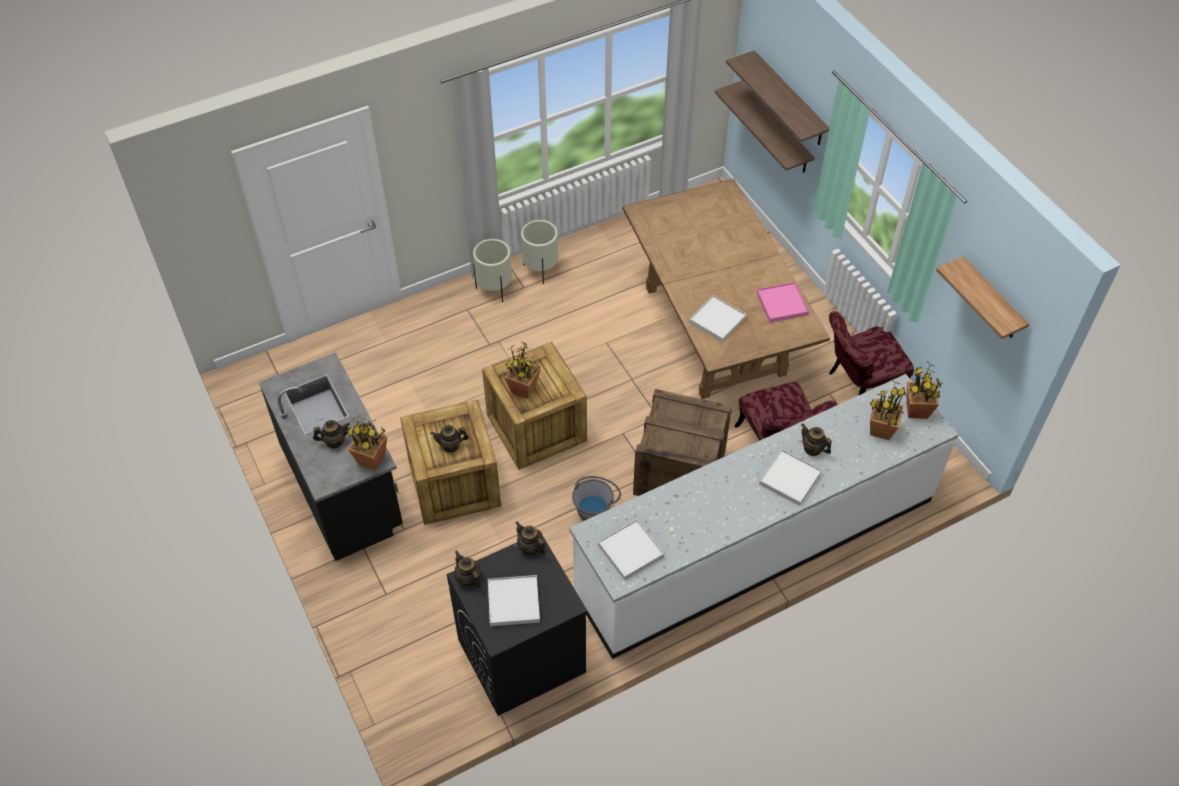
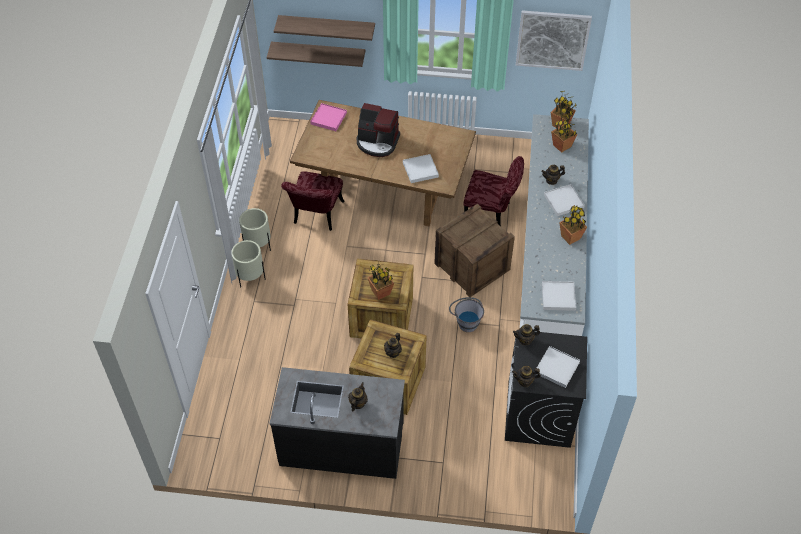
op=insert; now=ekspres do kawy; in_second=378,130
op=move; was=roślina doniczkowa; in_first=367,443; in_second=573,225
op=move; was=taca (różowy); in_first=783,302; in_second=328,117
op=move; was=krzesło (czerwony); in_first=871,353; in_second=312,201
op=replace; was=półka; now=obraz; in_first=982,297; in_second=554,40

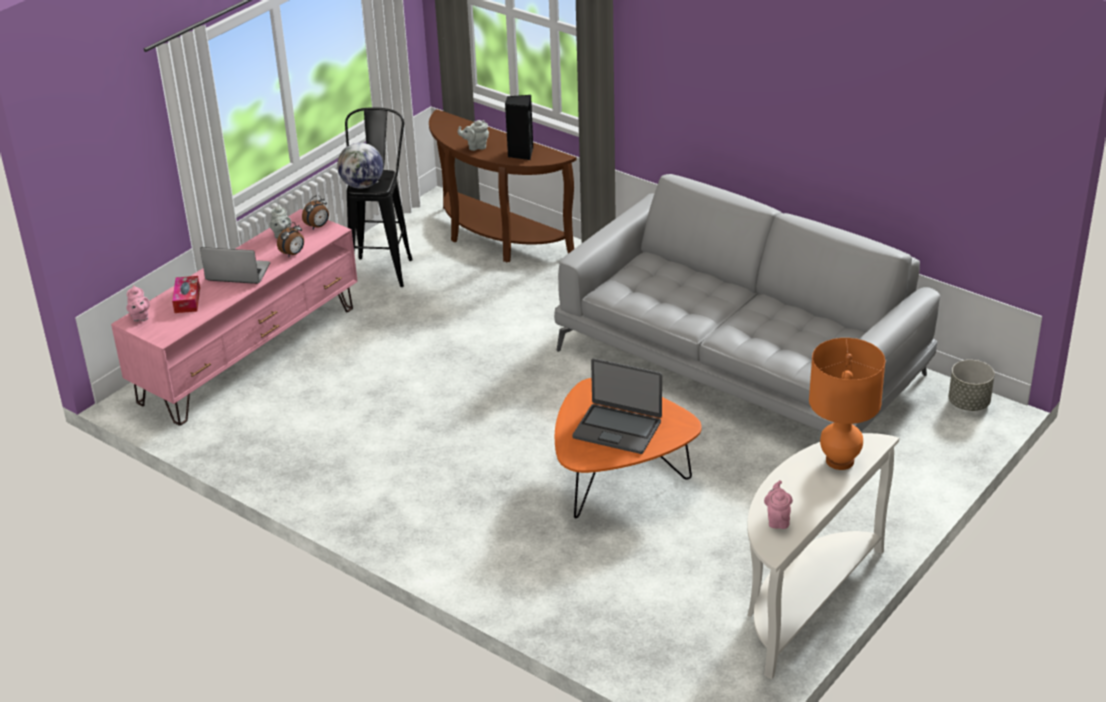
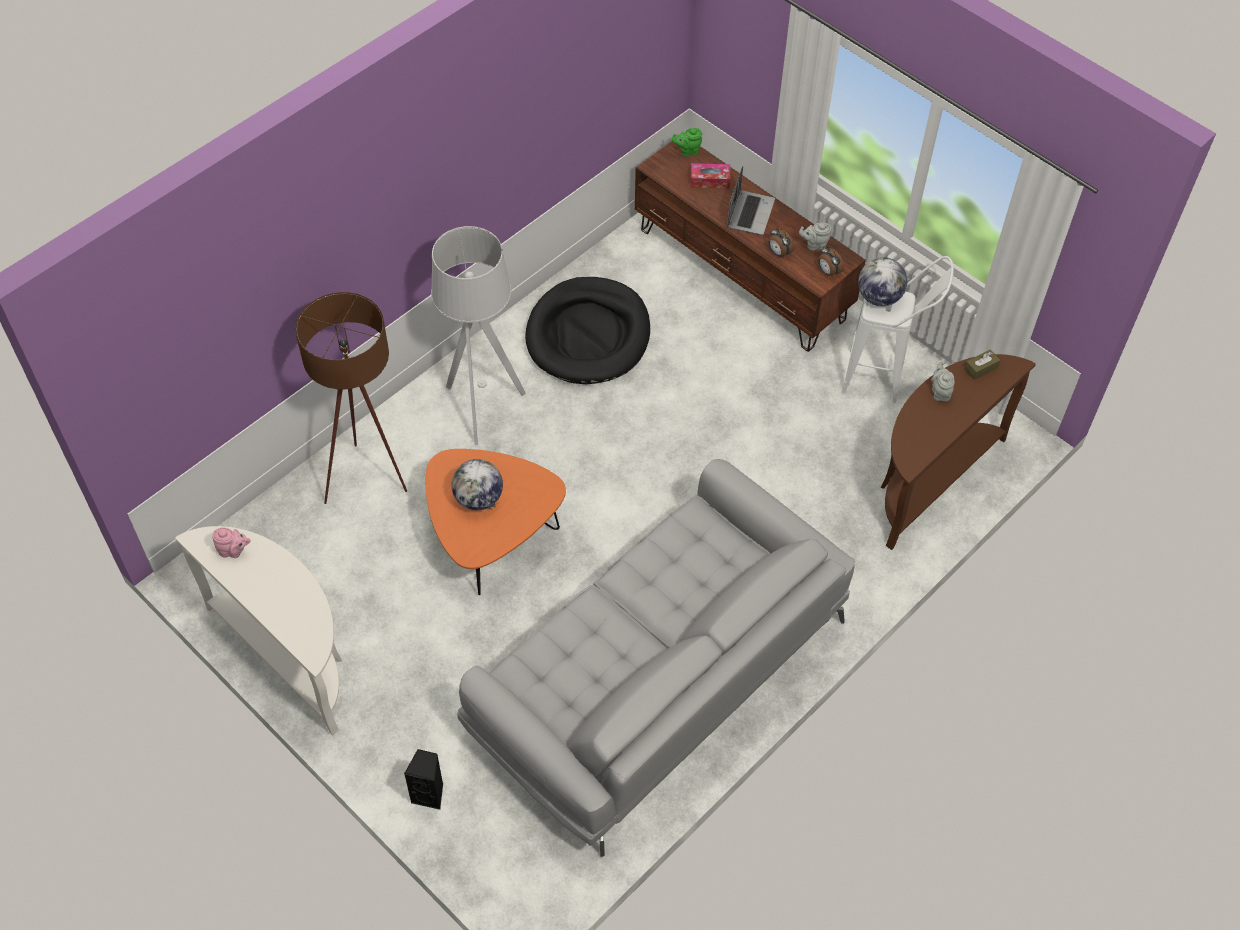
op=delete; was=lampa stołowa (pomarańczowy); in_first=847,404
op=delete; was=donica (szary); in_first=972,385
op=insert; now=lampa stojąca (brązowy); in_second=351,398
op=insert; now=lampa stojąca (szary); in_second=478,335
op=insert; now=legowisko (czarny); in_second=587,330
op=insert; now=pudełko chusteczek (brązowy); in_second=982,364
op=move; was=głośnik (czarny); in_first=519,127; in_second=423,779
op=replace; was=laptop; now=globus; in_first=617,406; in_second=477,484
op=recolor; was=szafka pod telewizor (różowy); now=szafka pod telewizor (brązowy); in_first=234,317; in_second=750,246
op=recolor; was=imbryk (różowy); now=imbryk (zielony); in_first=138,303; in_second=687,142
op=recolor; was=stołek (czarny); now=stołek (biały); in_first=379,197; in_second=898,329

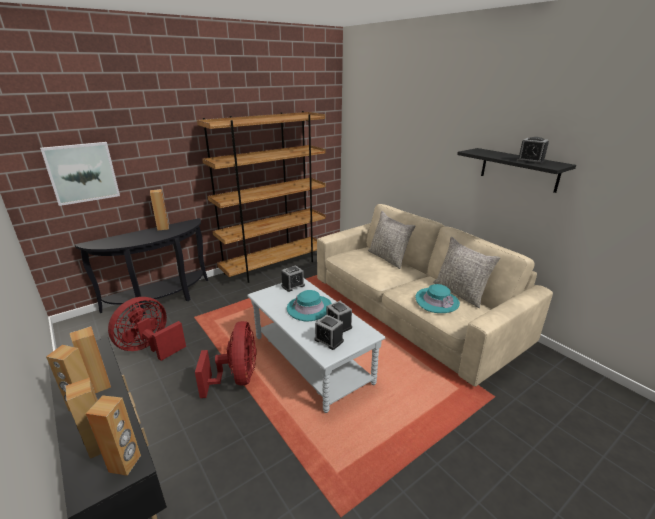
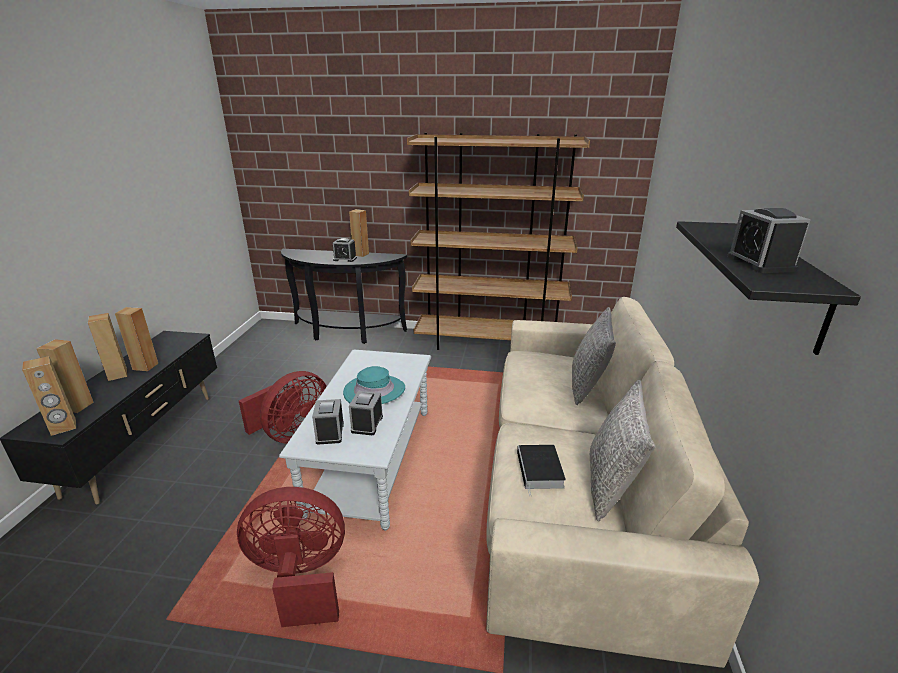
op=delete; was=obraz; in_first=80,174
op=move; was=wentylator (czerwony); in_first=147,329; in_second=291,557
op=move; was=budzik; in_first=293,278; in_second=345,250
op=replace; was=kapelusz (turkusowy); now=książka; in_first=437,298; in_second=541,471

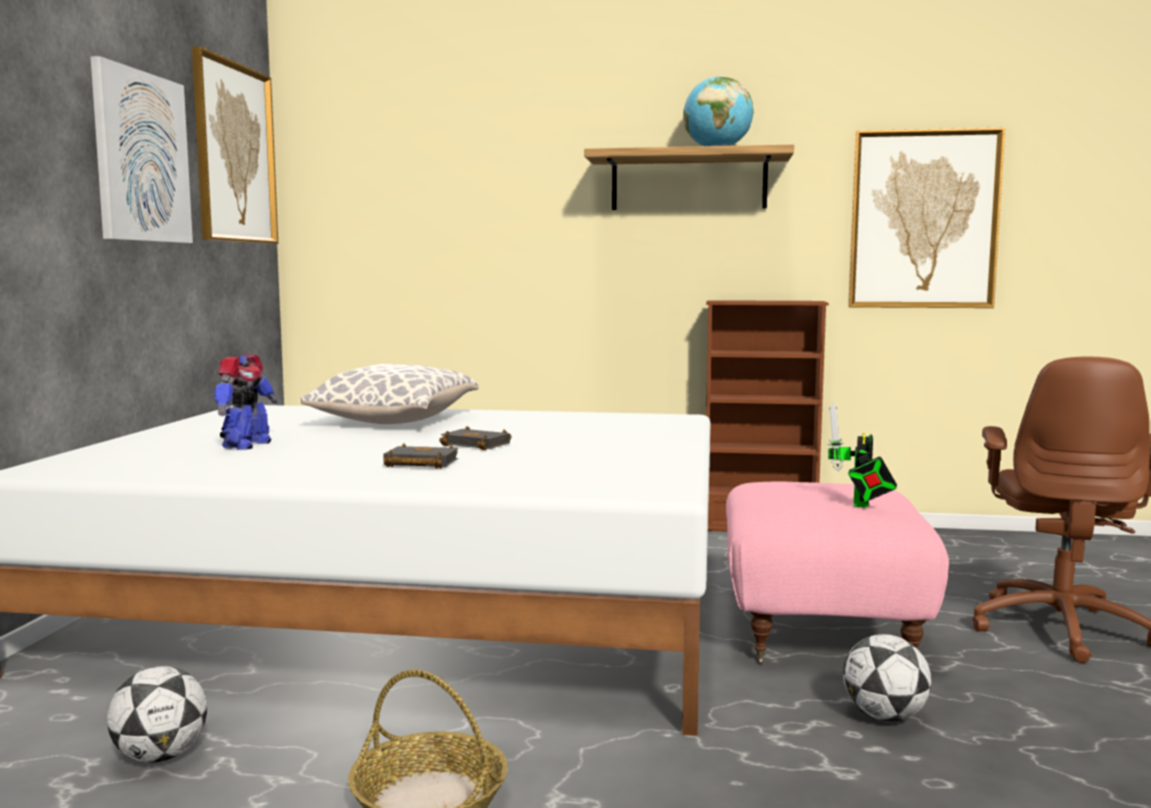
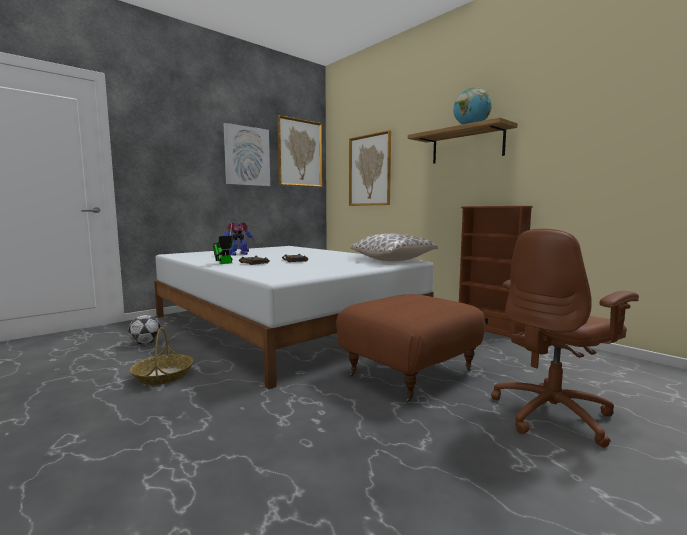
op=delete; was=piłka futbolowa; in_first=887,678
op=move; was=poduszka; in_first=389,394; in_second=394,247
op=move; was=robot zabawkowy; in_first=862,455; in_second=223,244
op=move; was=obraz; in_first=926,217; in_second=370,168
op=recolor; was=pufa (różowy); now=pufa (brązowy); in_first=837,573; in_second=410,348

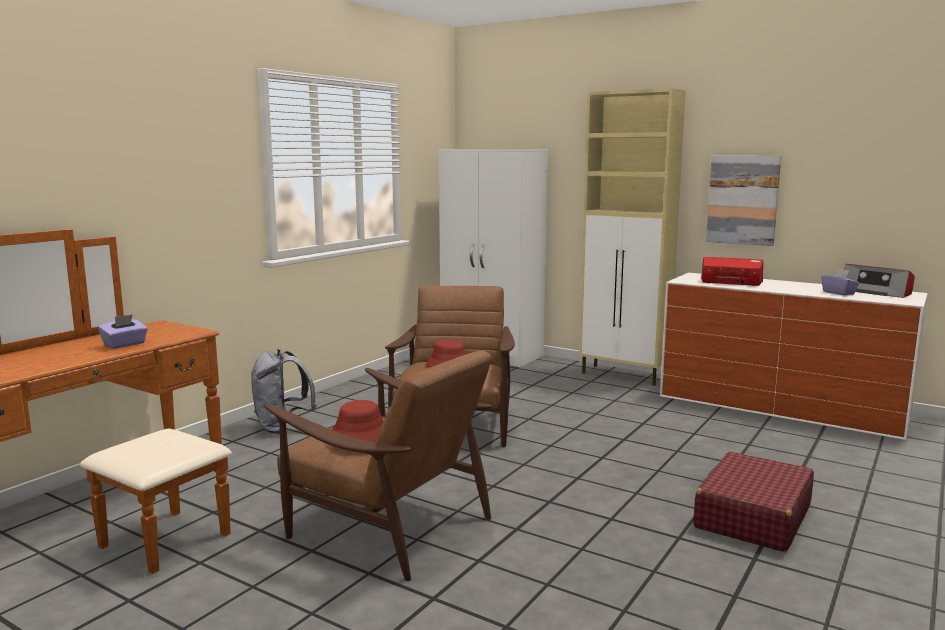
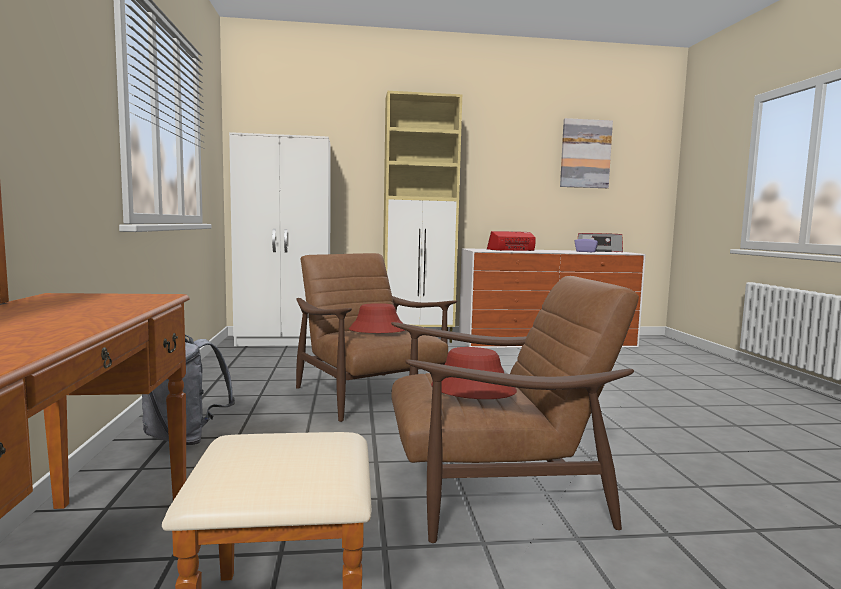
op=delete; was=pudełko chusteczek (fioletowy); in_first=123,331
op=delete; was=walizka (czerwony); in_first=754,502
op=move; was=obraz; in_first=743,200; in_second=586,153

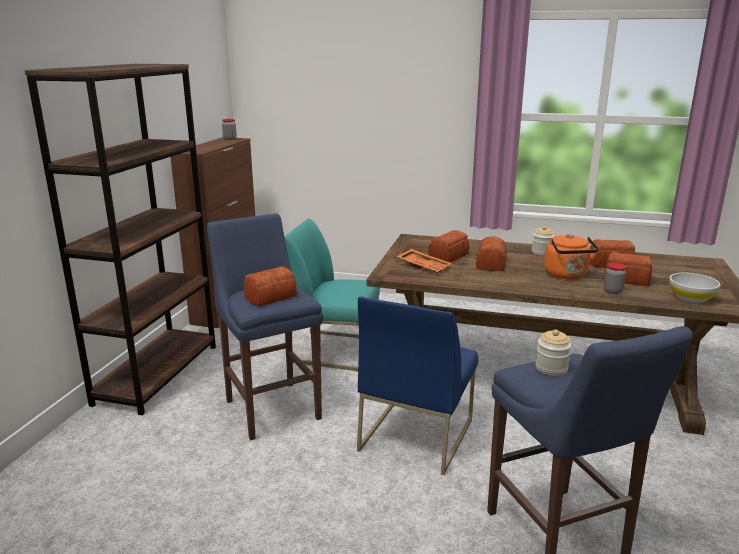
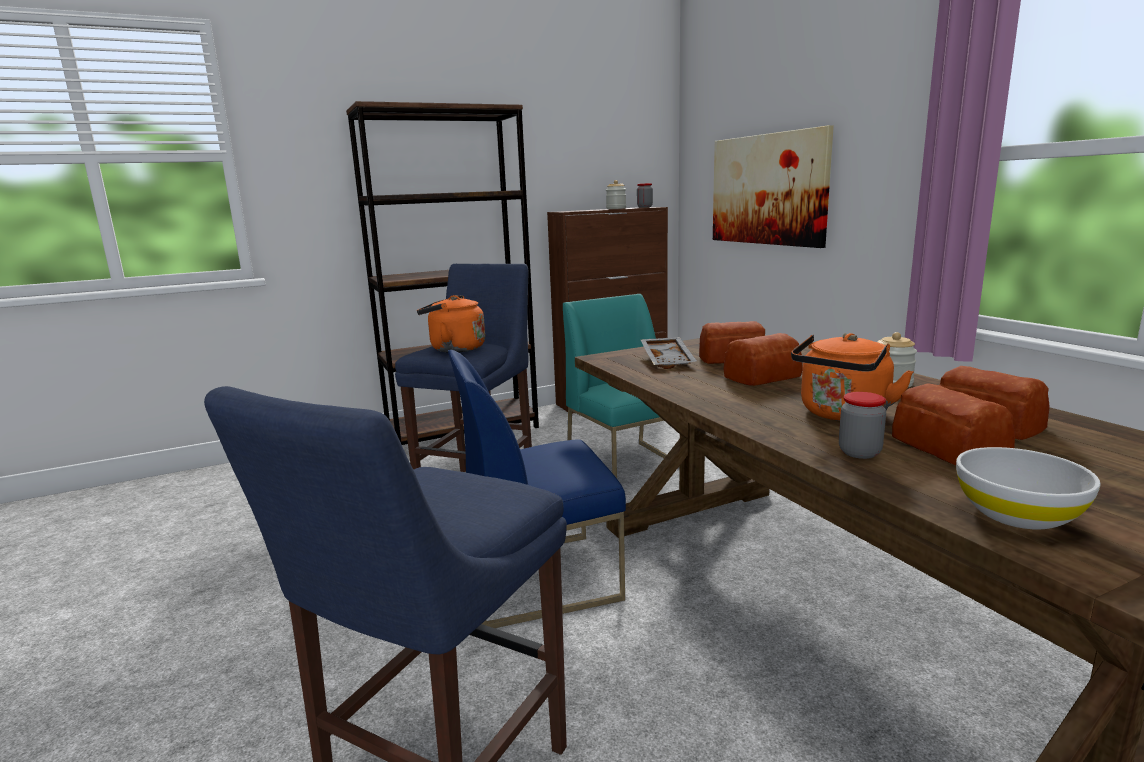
op=insert; now=obraz; in_second=773,186
op=move; was=słoik; in_first=553,352; in_second=616,194
op=replace; was=chleb; now=czajnik (pomarańczowy); in_first=270,286; in_second=451,323
op=recolor; was=taca (pomarańczowy); now=taca (szary); in_first=424,261; in_second=669,353

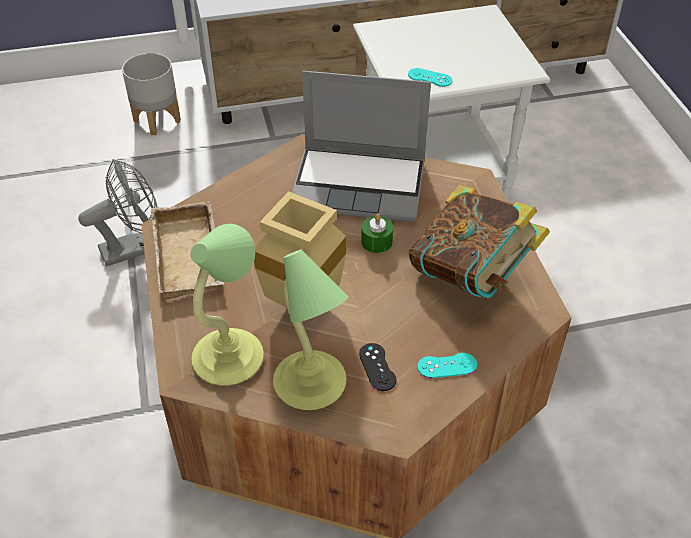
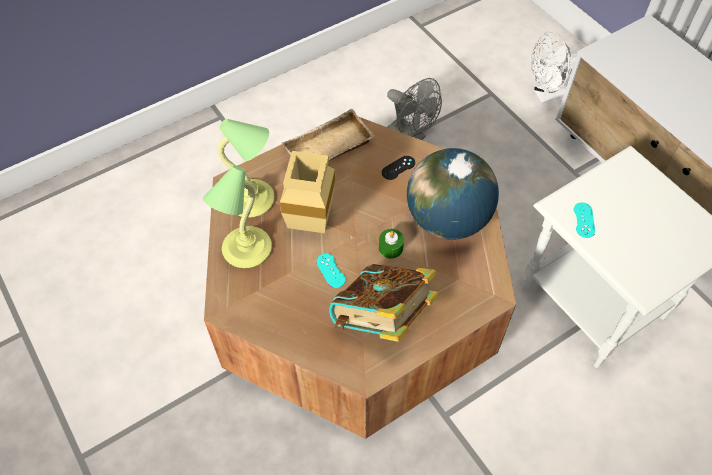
op=move; was=pad do gier (czarny); in_first=378,367; in_second=398,168
op=move; was=pad do gier (turkusowy); in_first=447,365; in_second=331,270
op=replace; was=donica (szary); now=wentylator (biały); in_first=151,94; in_second=553,67
op=replace; was=laptop; now=globus; in_first=361,146; in_second=453,194

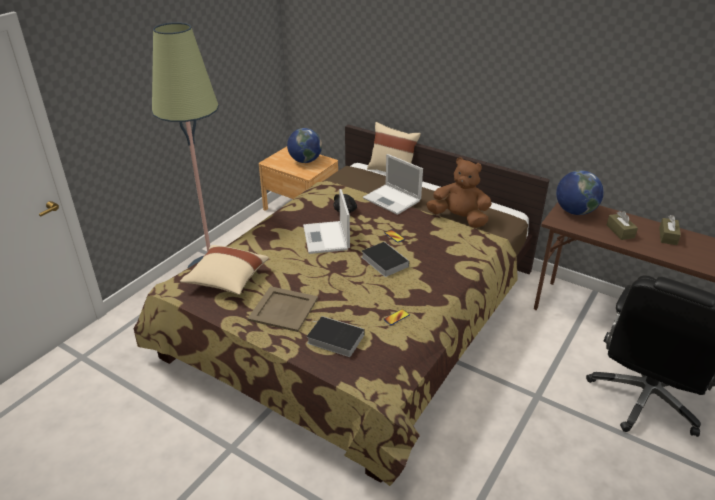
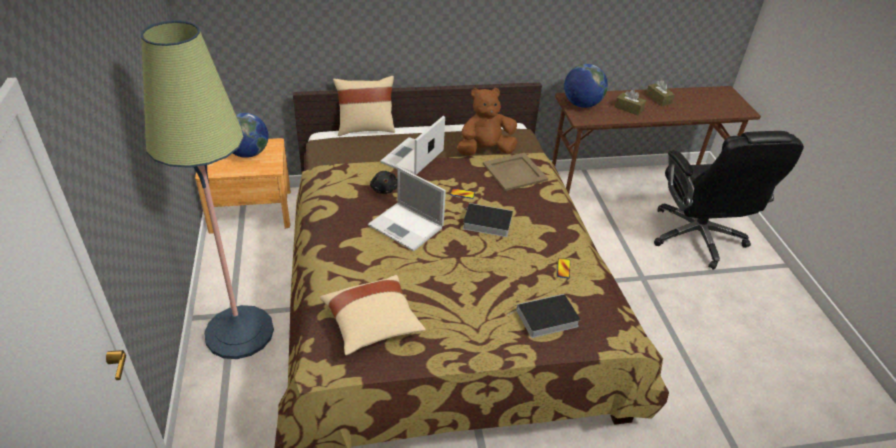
op=move; was=taca (beżowy); in_first=283,309; in_second=515,172
op=rotate; was=laptop; in_first=393,184; in_second=412,145; clockwise=120

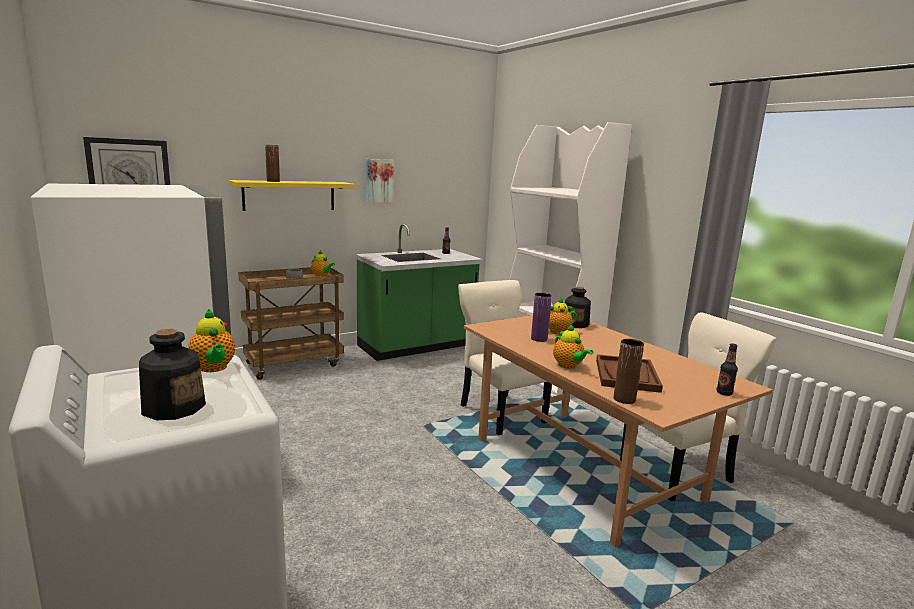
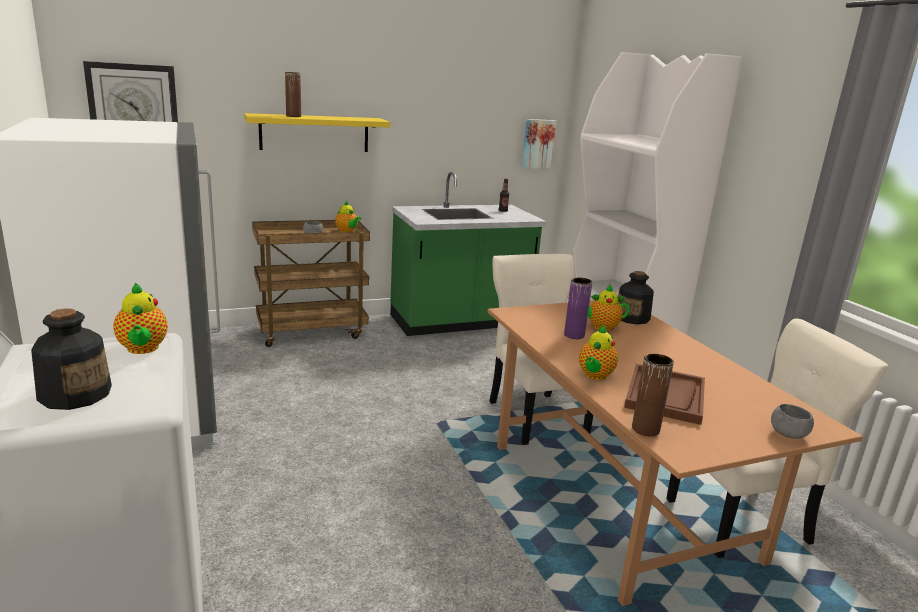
op=move; was=obraz; in_first=380,181; in_second=539,144
op=replace; was=butelka; now=miska (szary); in_first=727,369; in_second=792,421
op=rotate; was=imbryk; in_first=573,347; in_second=598,352; clockwise=45

